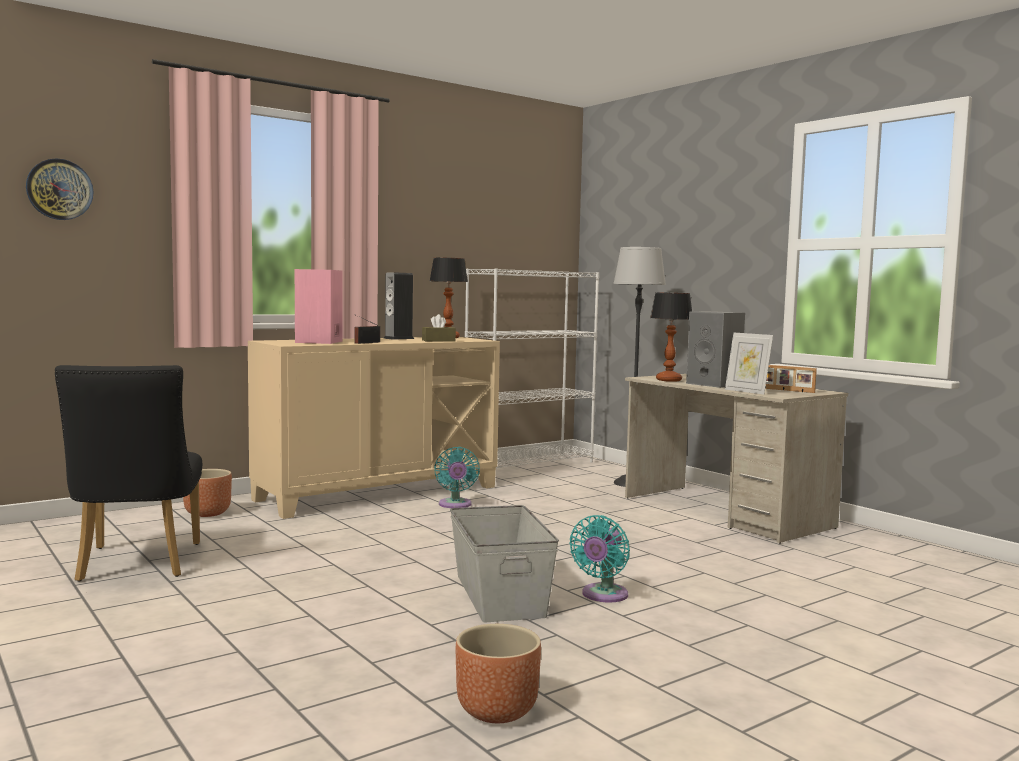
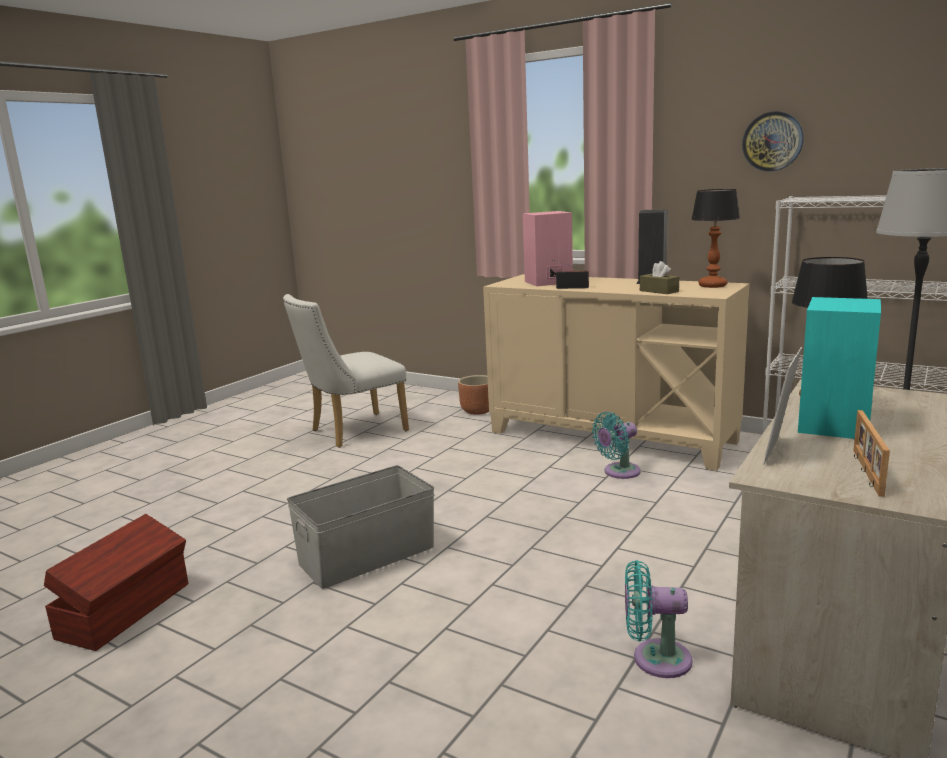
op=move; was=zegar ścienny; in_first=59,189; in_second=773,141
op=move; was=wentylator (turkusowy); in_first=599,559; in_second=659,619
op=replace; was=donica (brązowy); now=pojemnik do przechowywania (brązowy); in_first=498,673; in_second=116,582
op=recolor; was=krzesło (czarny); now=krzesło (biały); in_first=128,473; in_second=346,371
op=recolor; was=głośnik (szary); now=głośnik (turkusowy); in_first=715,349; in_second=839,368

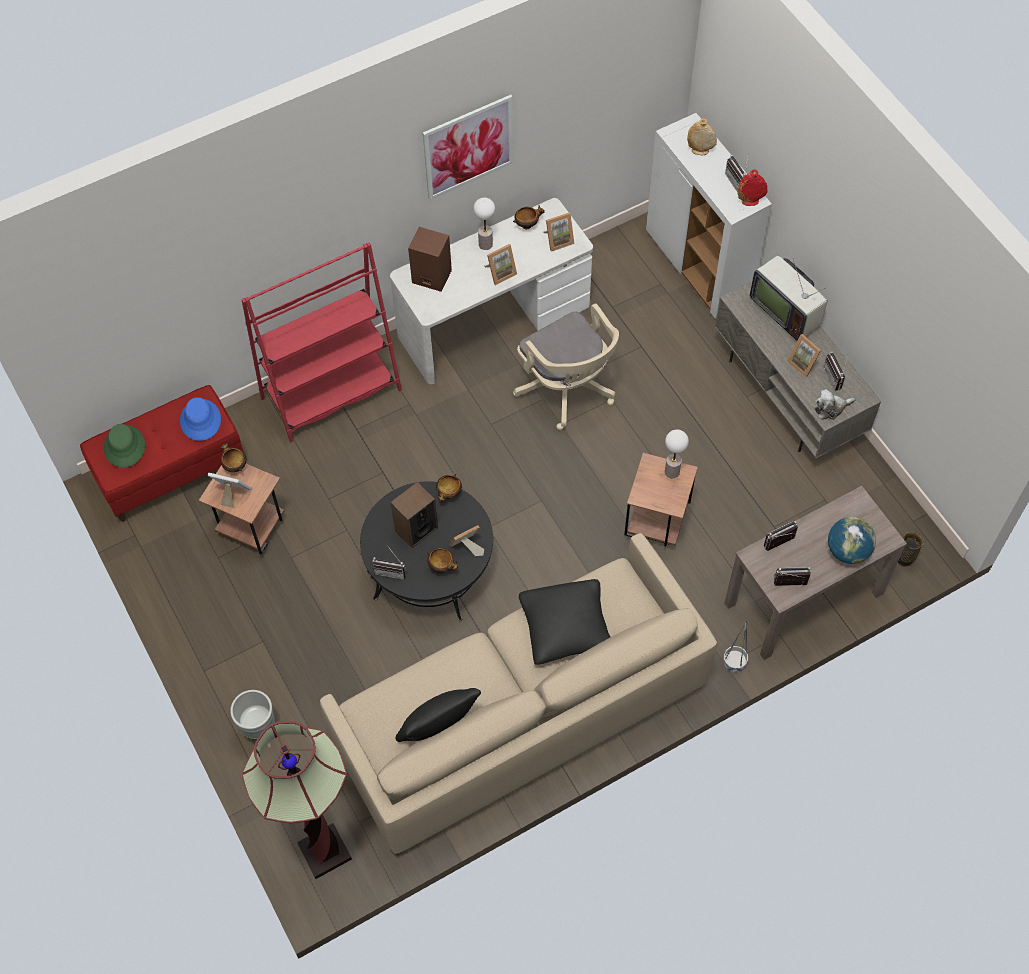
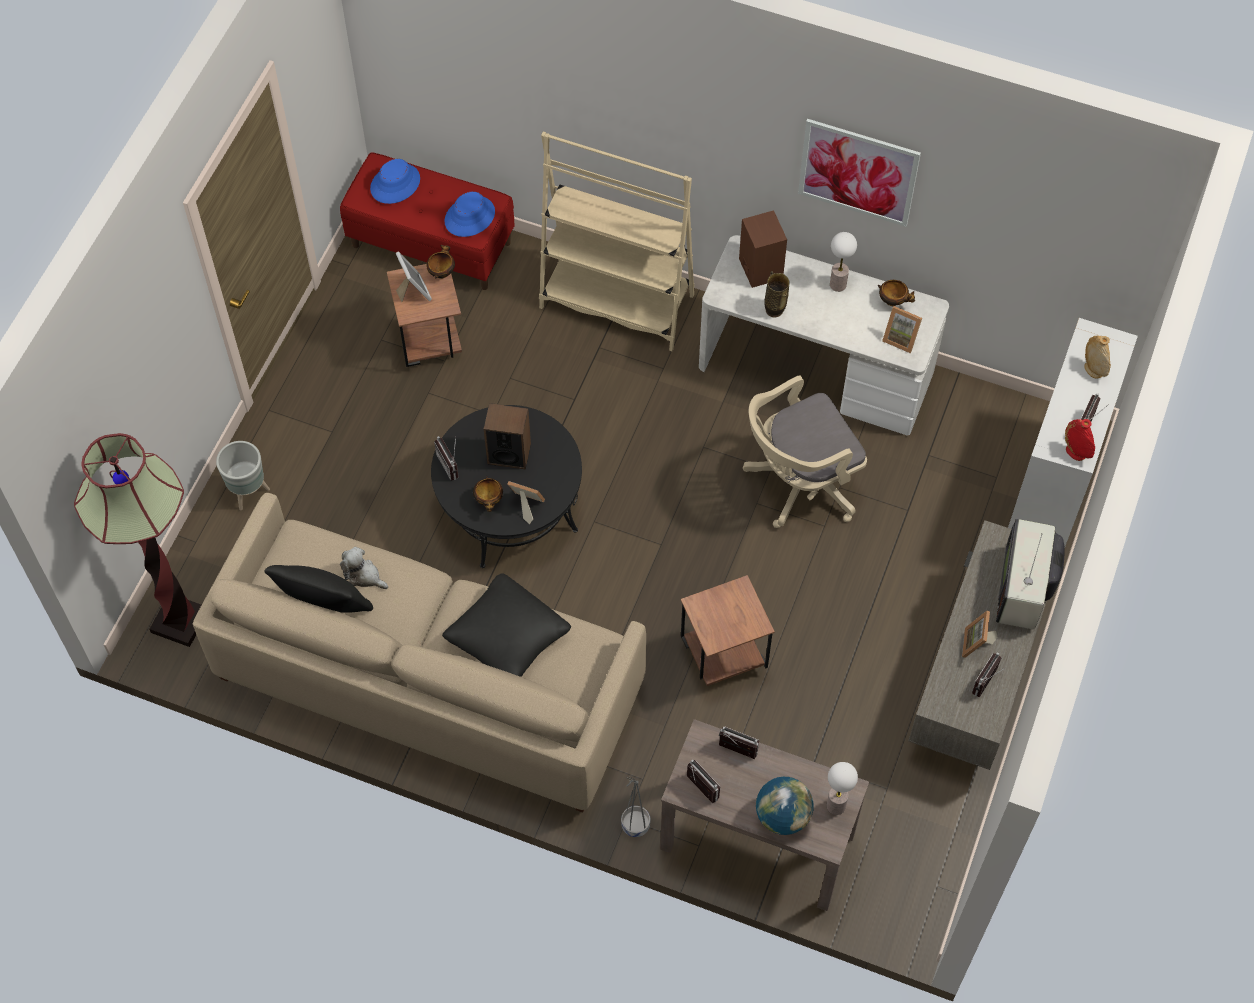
op=delete; was=miska; in_first=449,488
op=delete; was=ramka na zdjęcie; in_first=500,264
op=move; was=lampa stołowa; in_first=677,454; in_second=842,788
op=move; was=pluszak; in_first=835,404; in_second=364,568
op=move; was=wazon; in_first=911,549; in_second=777,294
op=recolor; was=kapelusz (zielony); now=kapelusz (niebieski); in_first=124,446; in_second=395,181
op=recolor; was=regał (czerwony); now=regał (beżowy); in_first=321,342; in_second=616,241
op=rotate; was=krzesło biurowe (beżowy); in_first=566,366; in_second=805,451; clockwise=45

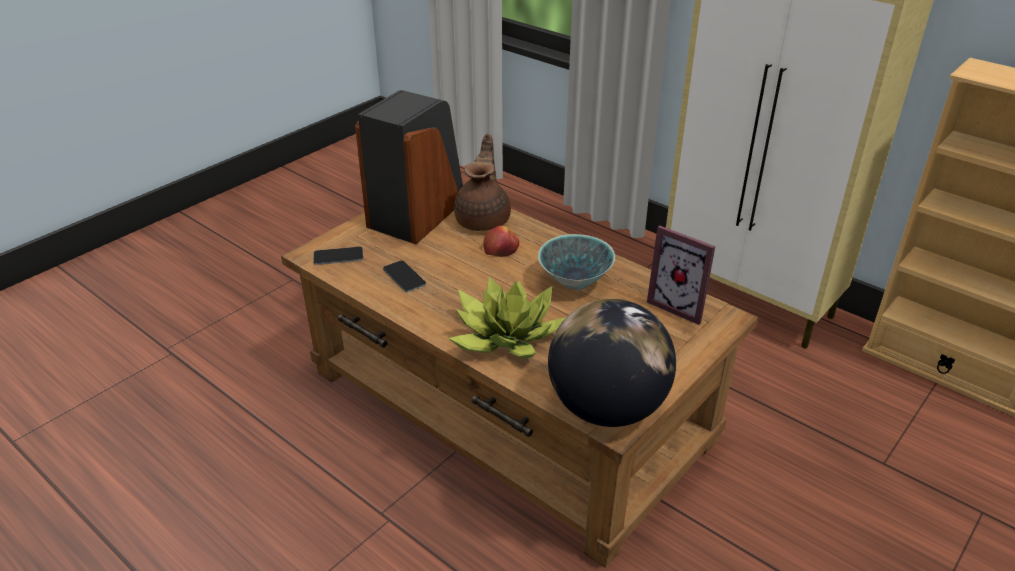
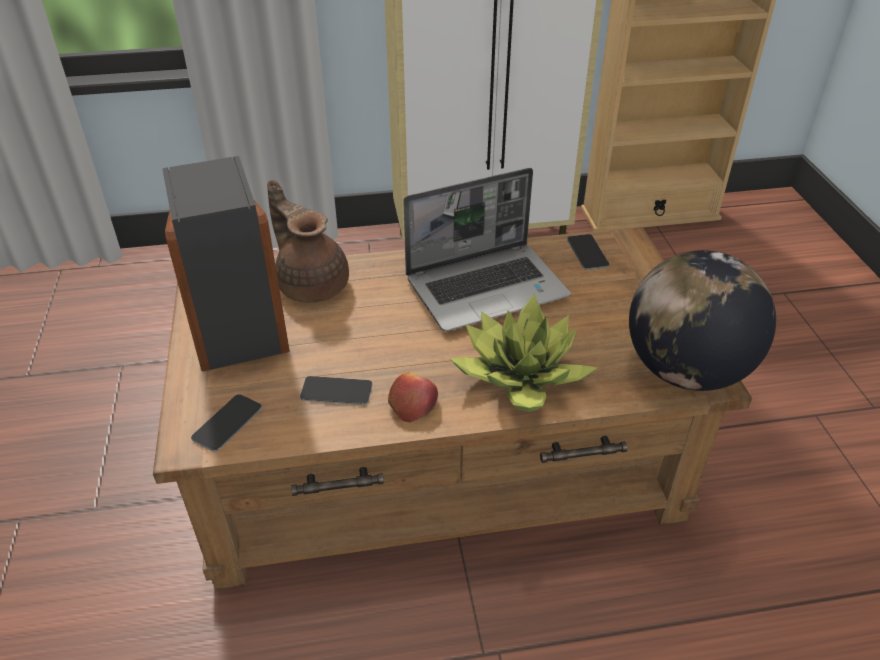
op=move; was=jabłko; in_first=501,241; in_second=413,397
op=replace; was=miska; now=laptop; in_first=576,262; in_second=487,249
op=replace; was=ramka na zdjęcie; now=telefon; in_first=681,275; in_second=588,252

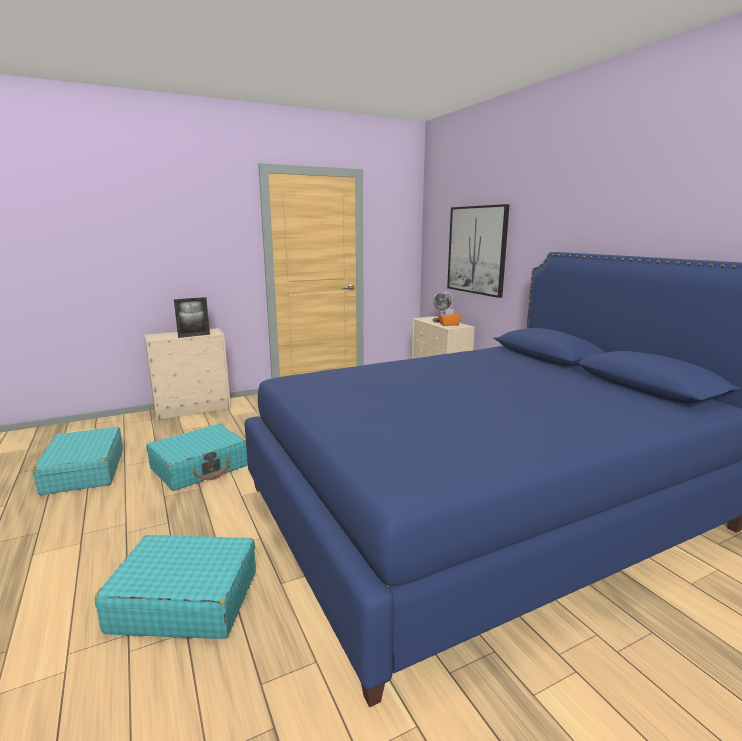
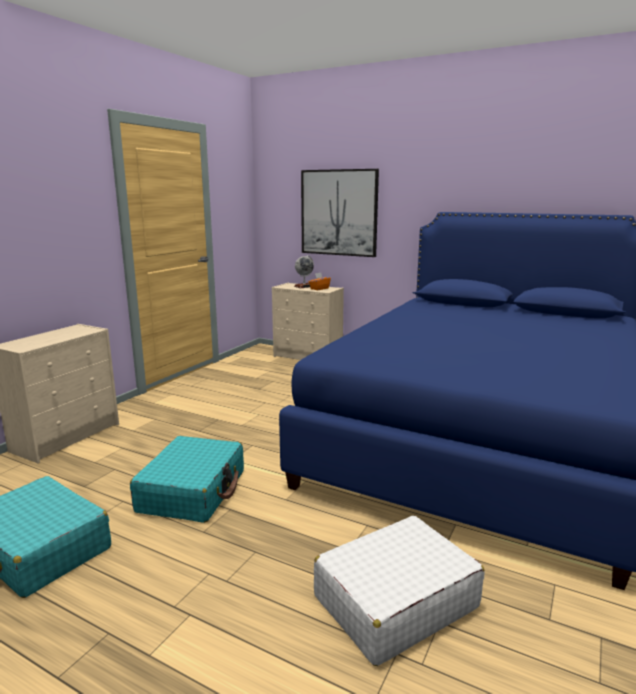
op=delete; was=ramka na zdjęcie; in_first=192,317
op=recolor; was=walizka (turkusowy); now=walizka (biały); in_first=175,587; in_second=399,591

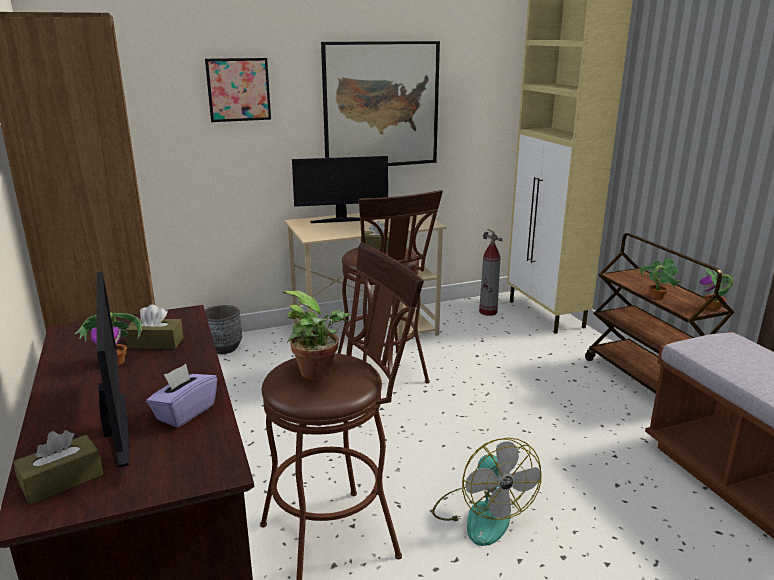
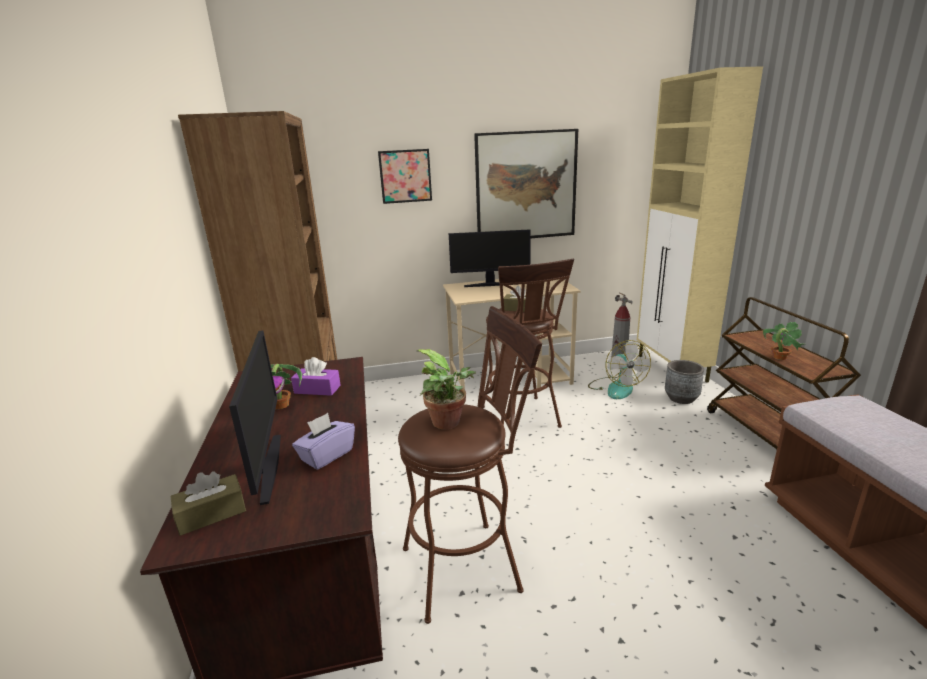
op=delete; was=roślina doniczkowa; in_first=716,288
op=move; was=donica (szary); in_first=223,329; in_second=685,382
op=move; was=wentylator; in_first=486,492; in_second=619,369
op=recolor; was=pudełko chusteczek (brązowy); now=pudełko chusteczek (fioletowy); in_first=154,326; in_second=316,376

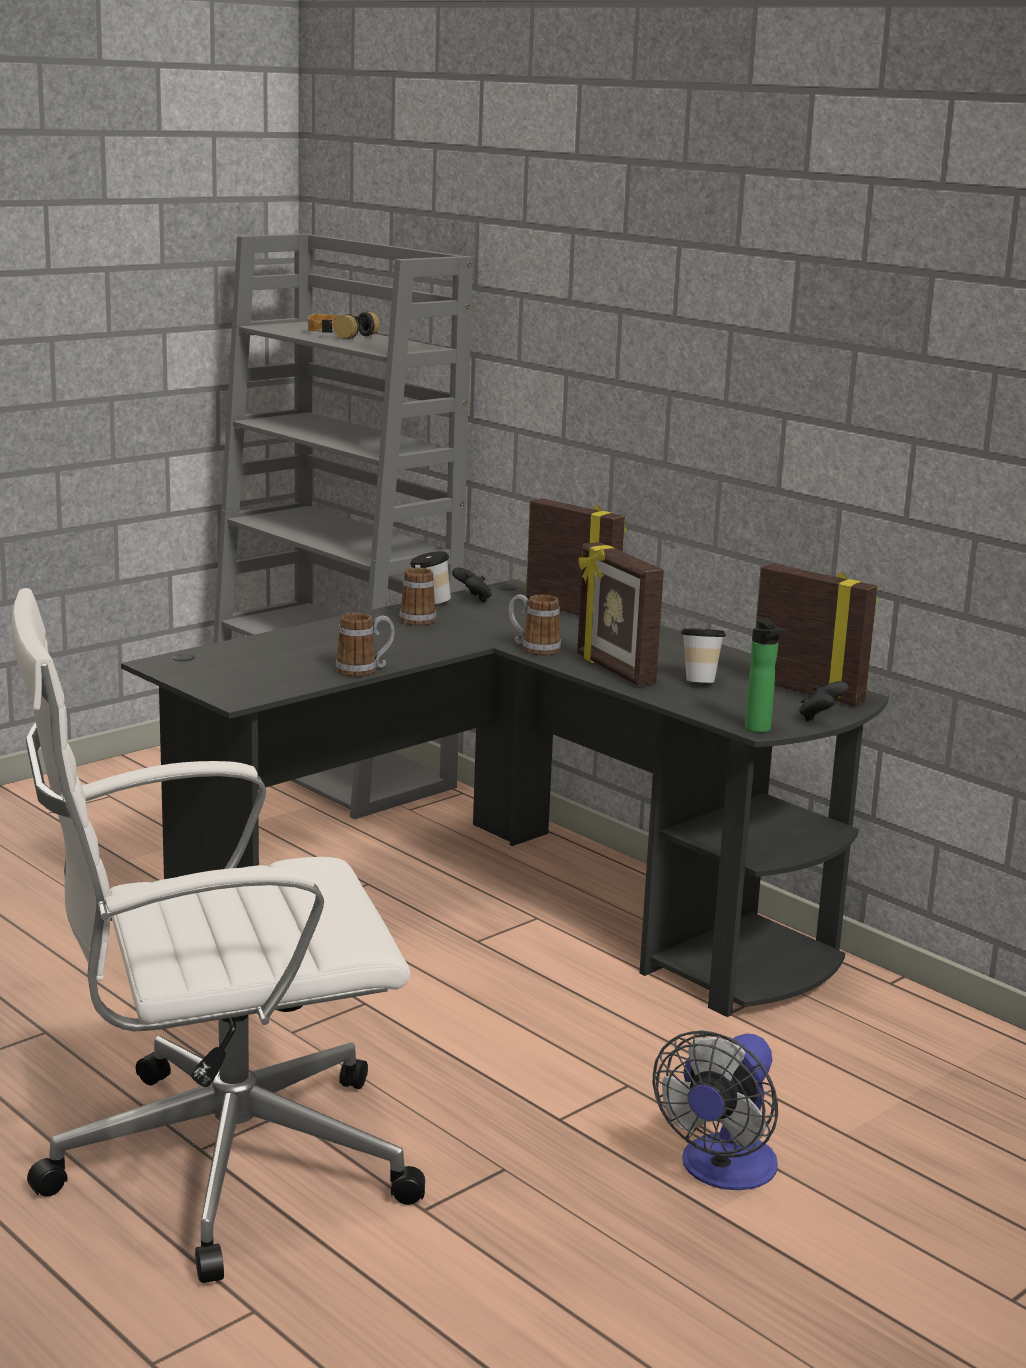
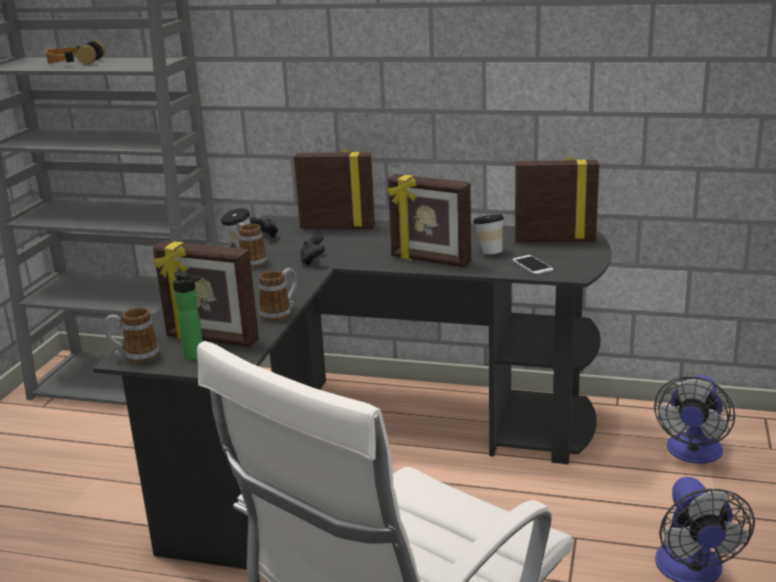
op=insert; now=ramka na zdjęcie; in_second=206,294
op=insert; now=telefon; in_second=532,265
op=insert; now=wentylator; in_second=694,419
op=move; was=kubek; in_first=535,624; in_second=132,335
op=move; was=butelka; in_first=765,675; in_second=188,315
op=move; was=pad do gier (czarny); in_first=823,701; in_second=312,250

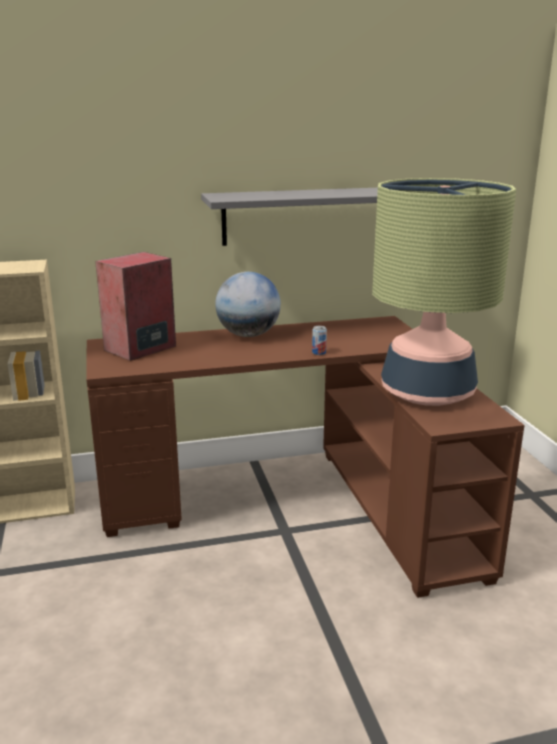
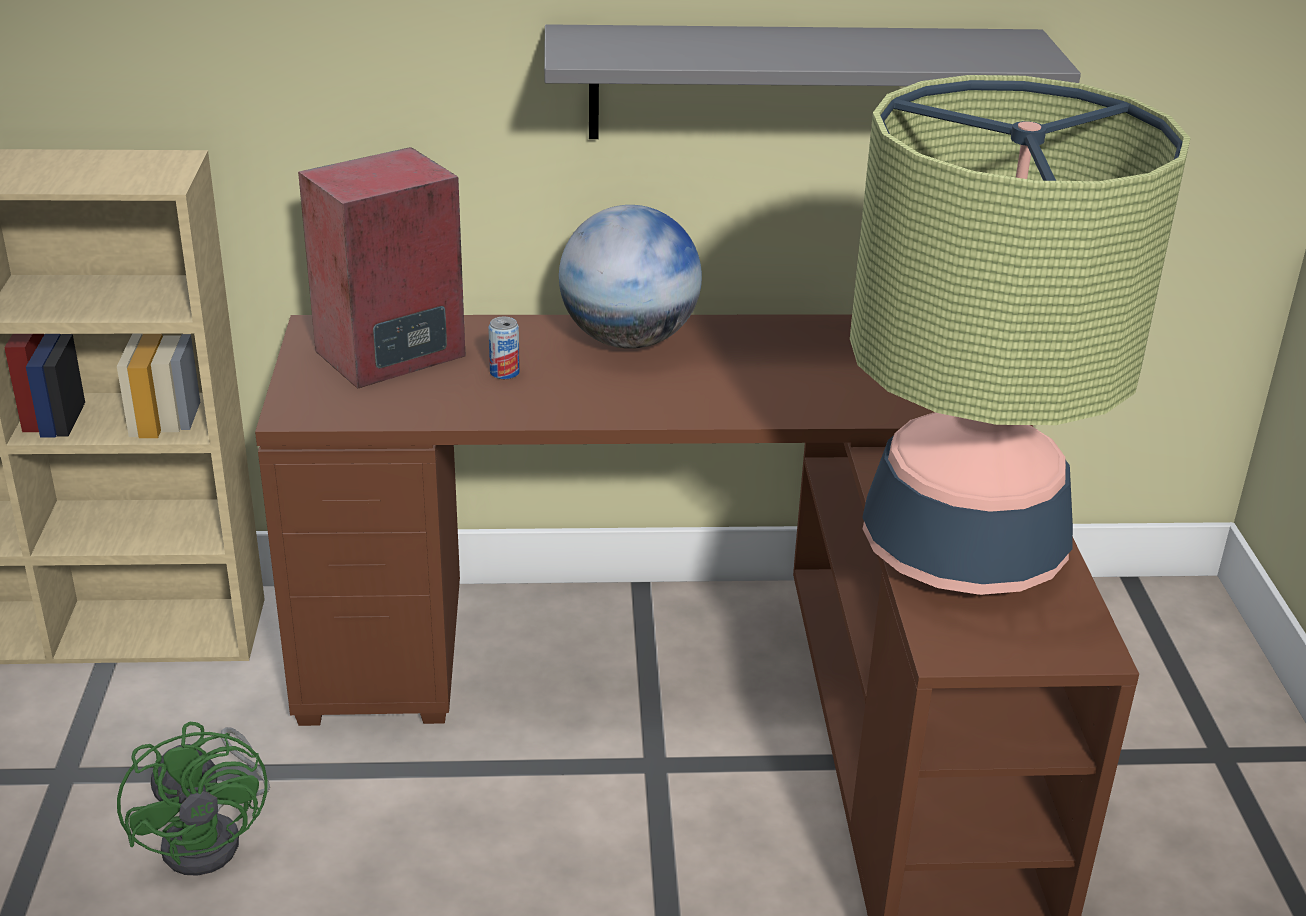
op=insert; now=wentylator (zielony); in_second=193,799
op=move; was=puszka; in_first=319,340; in_second=504,348

